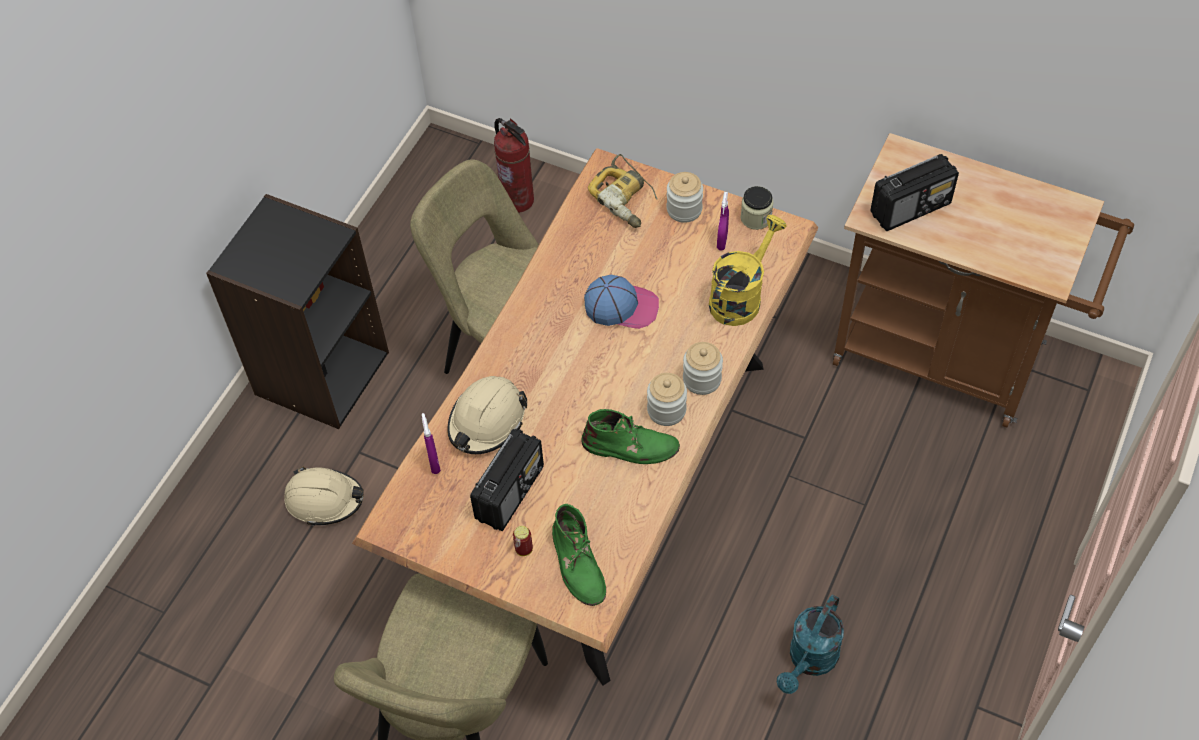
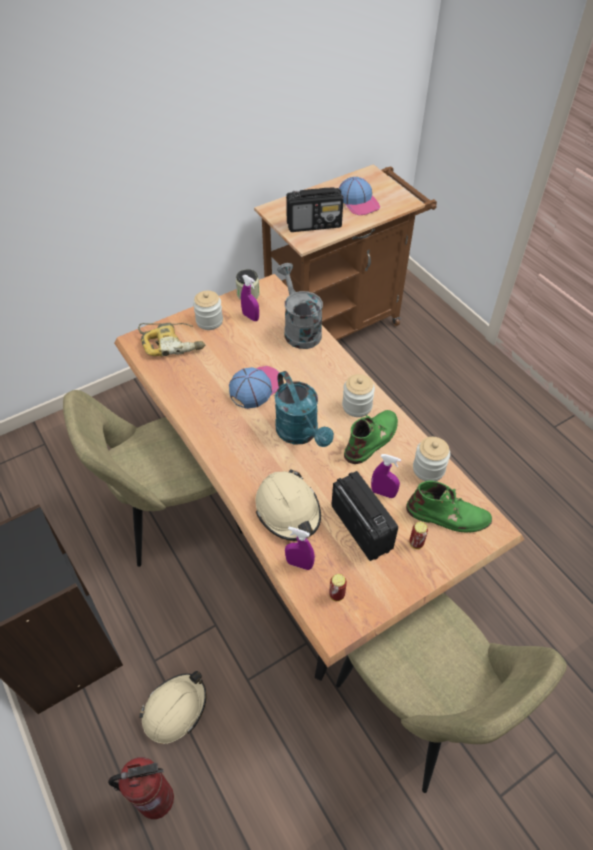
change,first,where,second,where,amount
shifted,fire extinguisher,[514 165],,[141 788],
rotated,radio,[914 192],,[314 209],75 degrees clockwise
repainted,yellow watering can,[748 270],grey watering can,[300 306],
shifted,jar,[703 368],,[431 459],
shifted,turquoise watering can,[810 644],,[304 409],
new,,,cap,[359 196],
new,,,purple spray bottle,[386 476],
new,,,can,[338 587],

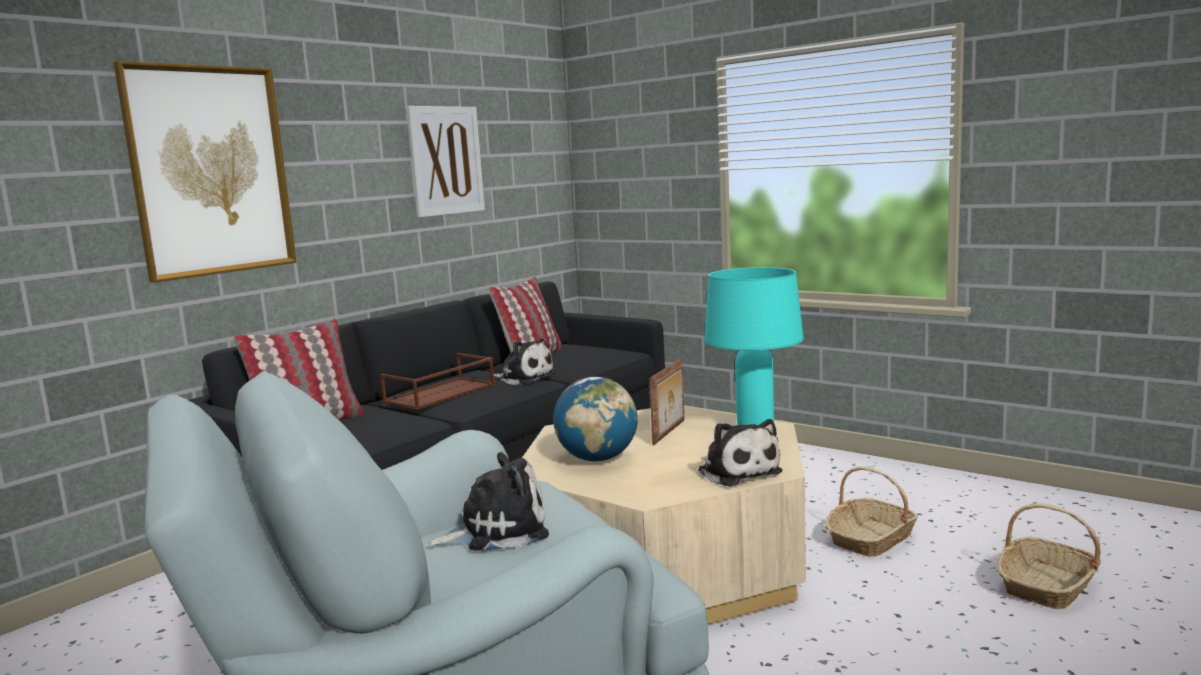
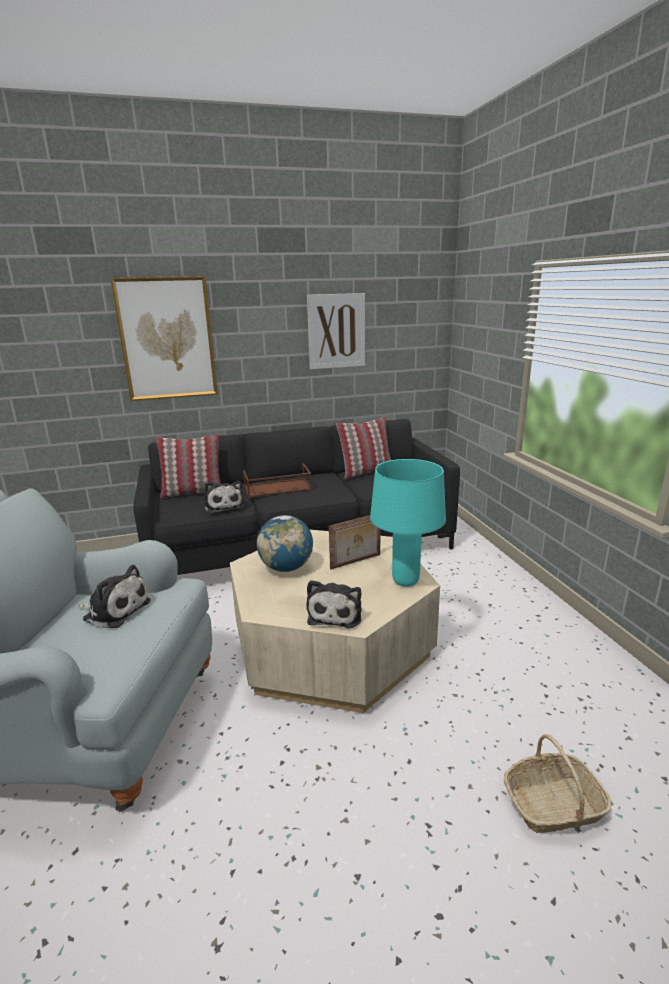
change,first,where,second,where,amount
shifted,plush toy,[525 361],,[224 497],
gone,basket,[871 511],,,

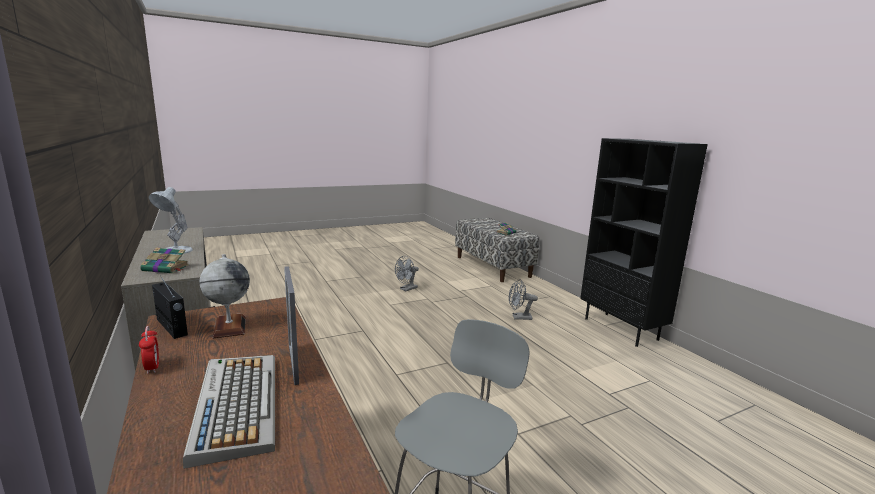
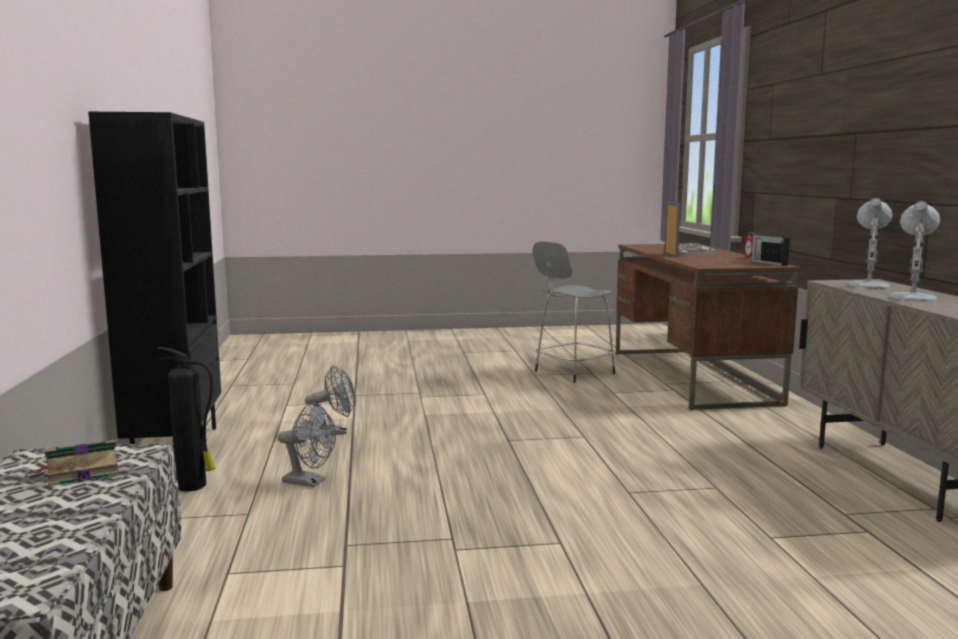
change,first,where,second,where,amount
swapped,book,[164 260],white table lamp,[870 243],
gone,globe,[225 296],,,
shifted,grey fan,[407 273],,[330 400],
new,,,fire extinguisher,[185 419],

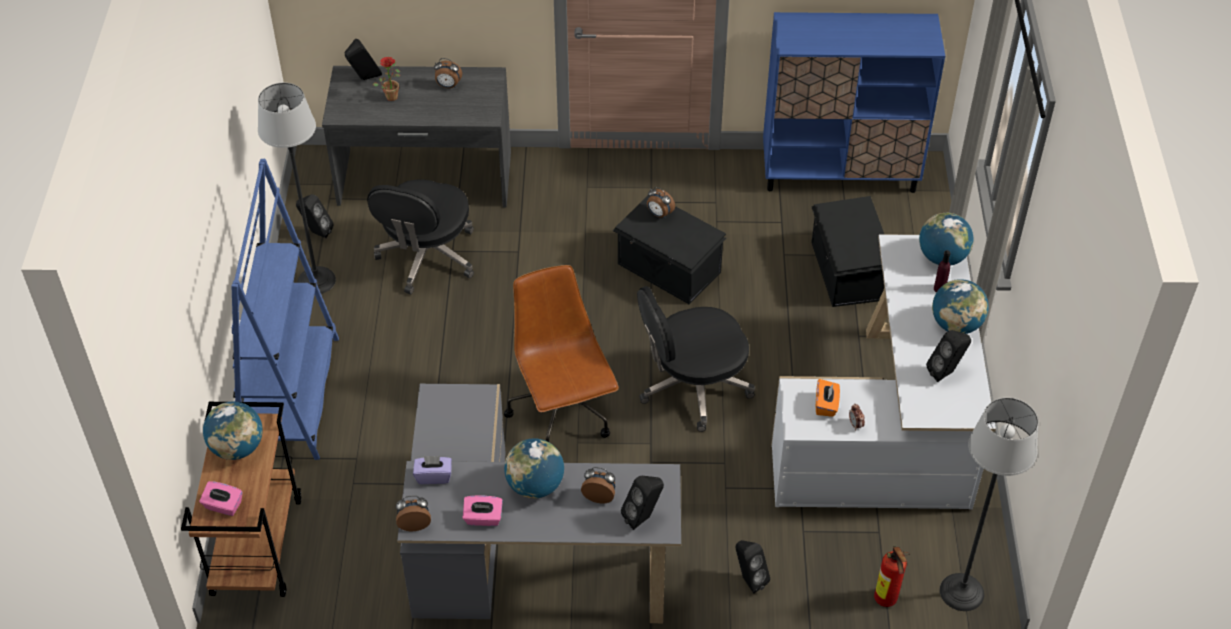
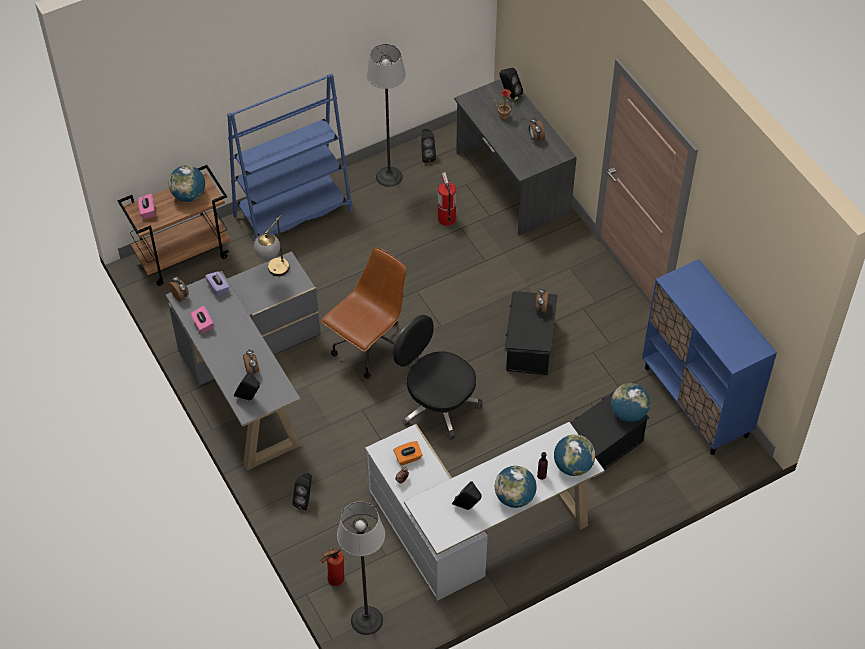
change,first,where,second,where,amount
swapped,black office chair,[420 237],fire extinguisher,[447 199],
shifted,globe,[534 468],,[630 402],
new,,,table lamp,[271 245],

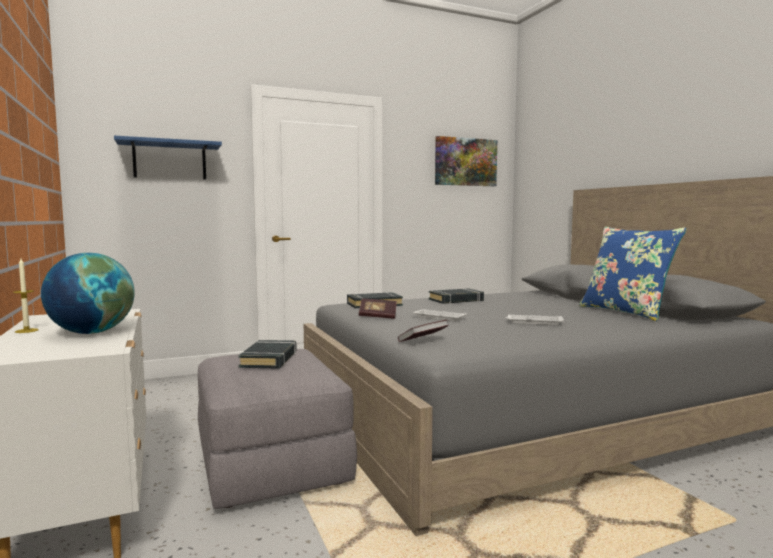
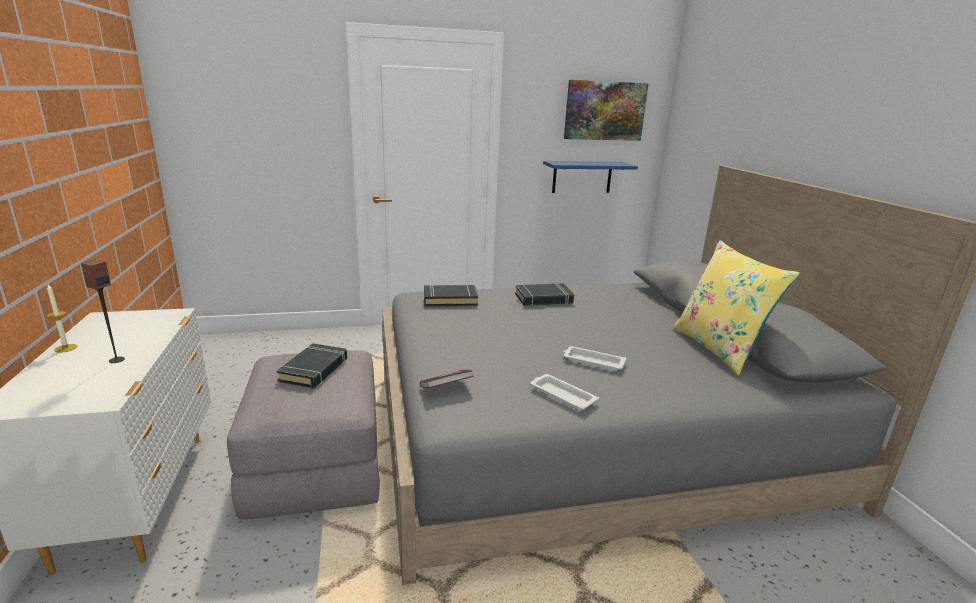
change,first,where,second,where,amount
shifted,blue shelf,[168 158],,[590 177],
repainted,blue pillow,[633 274],yellow pillow,[736 308],
swapped,globe,[88 293],speaker,[103 311],
gone,book,[378 309],,,
shifted,white tray,[440 315],,[564 392],

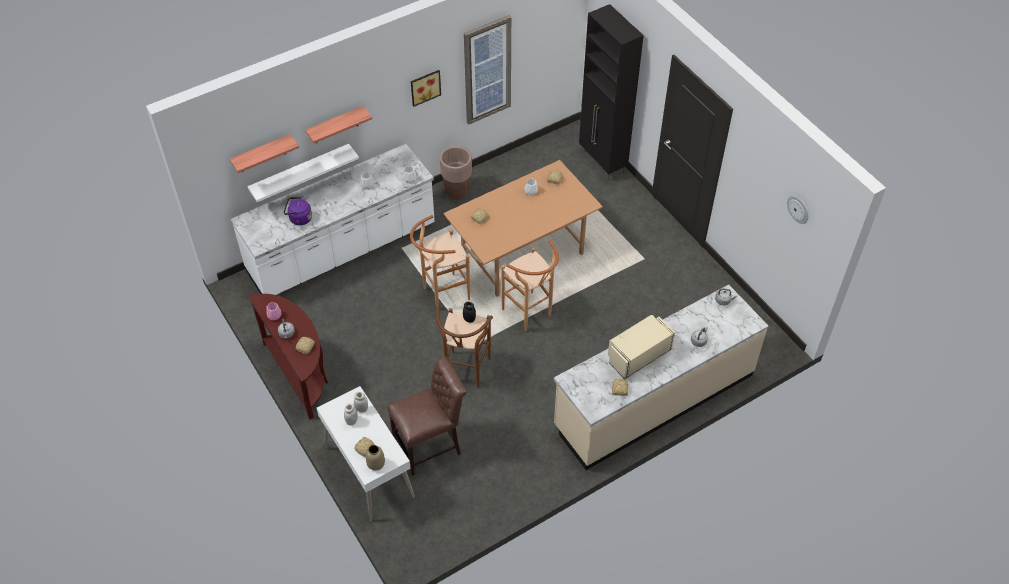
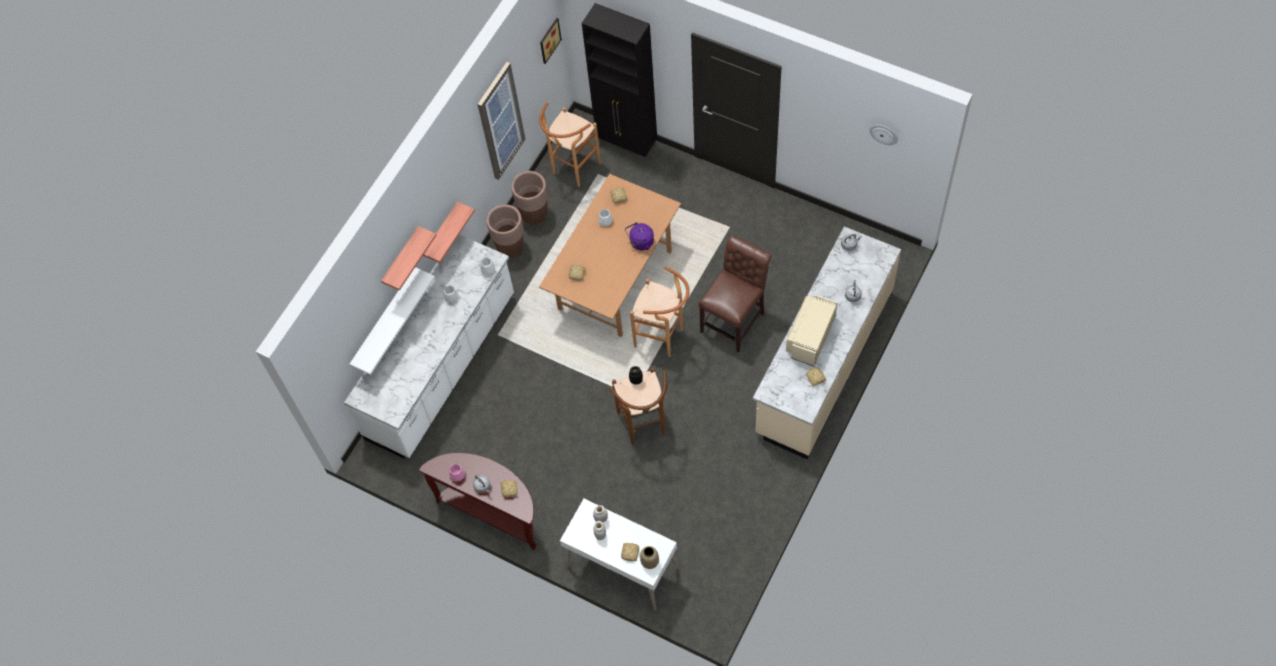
change,first,where,second,where,amount
shifted,picture,[426 88],,[551 41],
shifted,shelf,[264 153],,[449 232],
shifted,purple kettle,[298 211],,[639 236],
shifted,brown stool,[440 261],,[570 144],
shifted,brown chair,[427 416],,[735 294],
new,,,brown planter,[529 198],

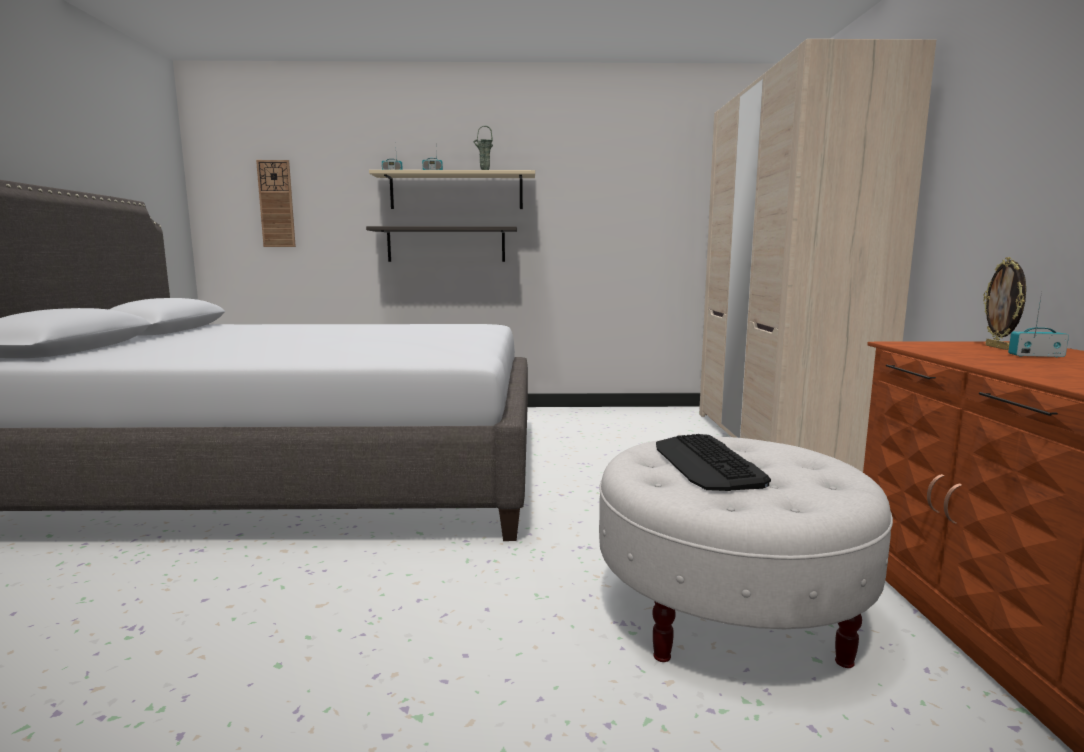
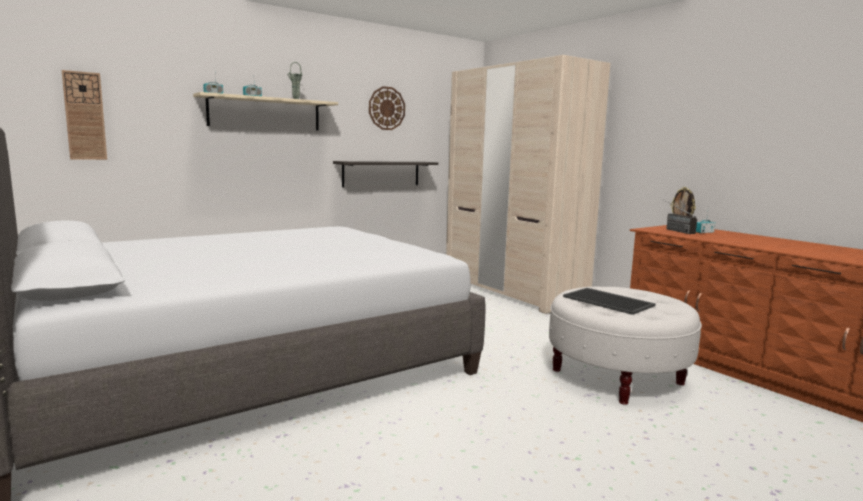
change,first,where,second,where,amount
shifted,shelf,[441 244],,[385 174],
swapped,keyboard,[713 462],tray,[609 301],
new,,,wall clock,[387 108],
new,,,radio,[680 217],

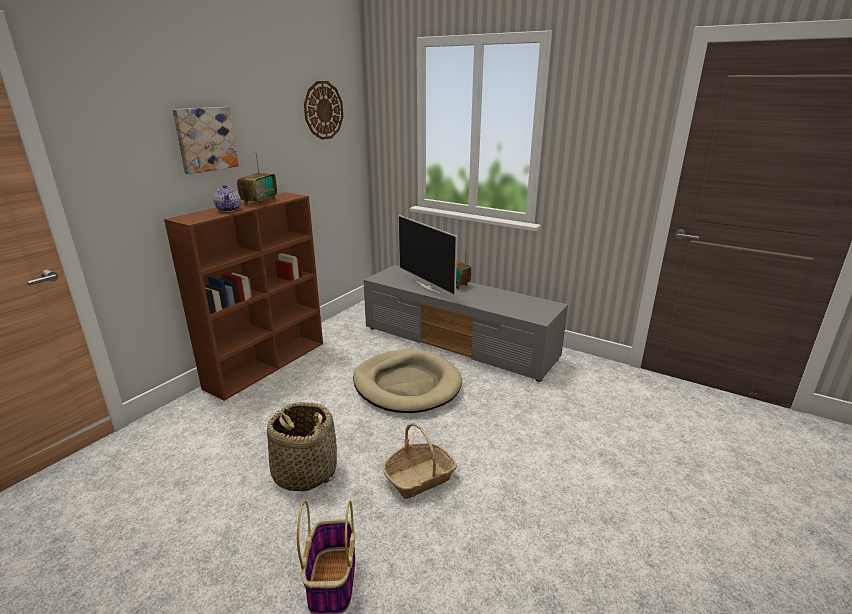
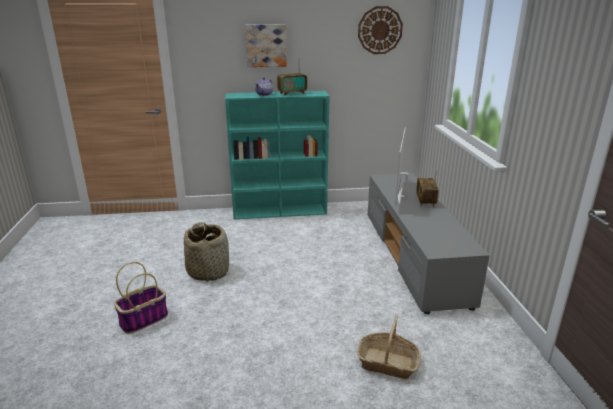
change,first,where,second,where,amount
repainted,brown bookcase,[243 296],turquoise bookcase,[277 155],
gone,beige dog bed,[407 381],,,
shifted,basket,[419 461],,[388 347],

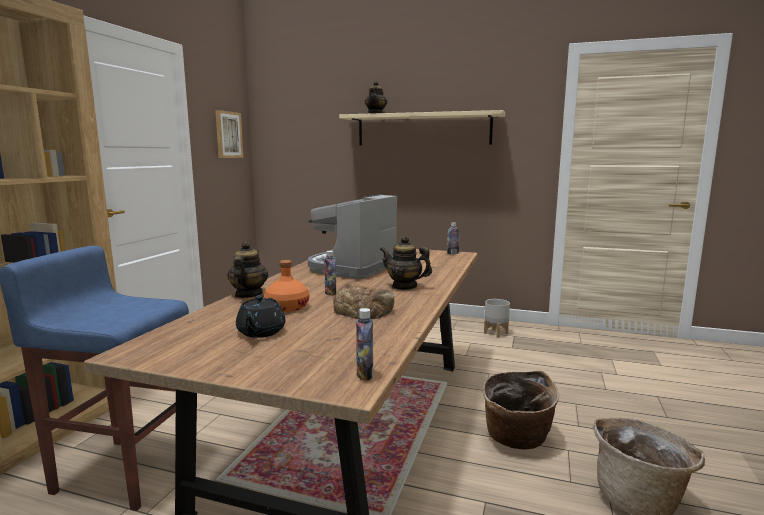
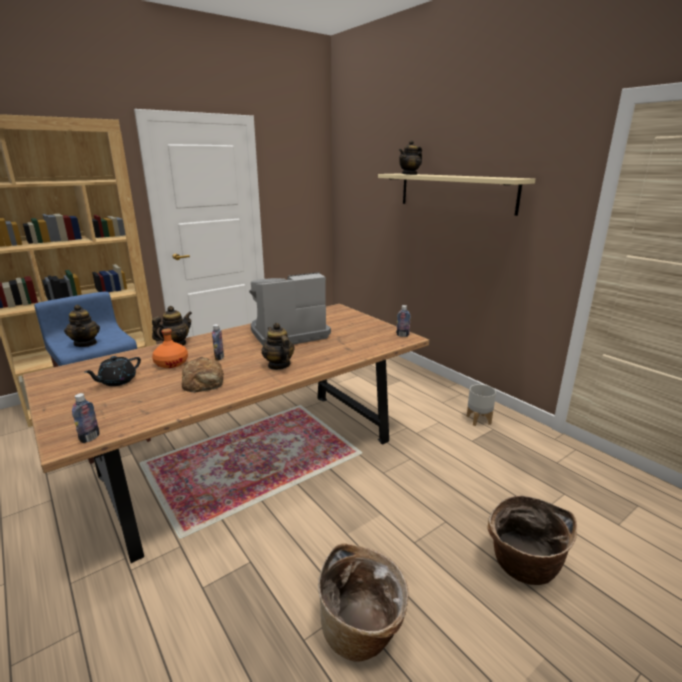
change,first,where,second,where,amount
gone,picture,[229 134],,,
shifted,basket,[521 410],,[532 540],
new,,,teapot,[82 325],

